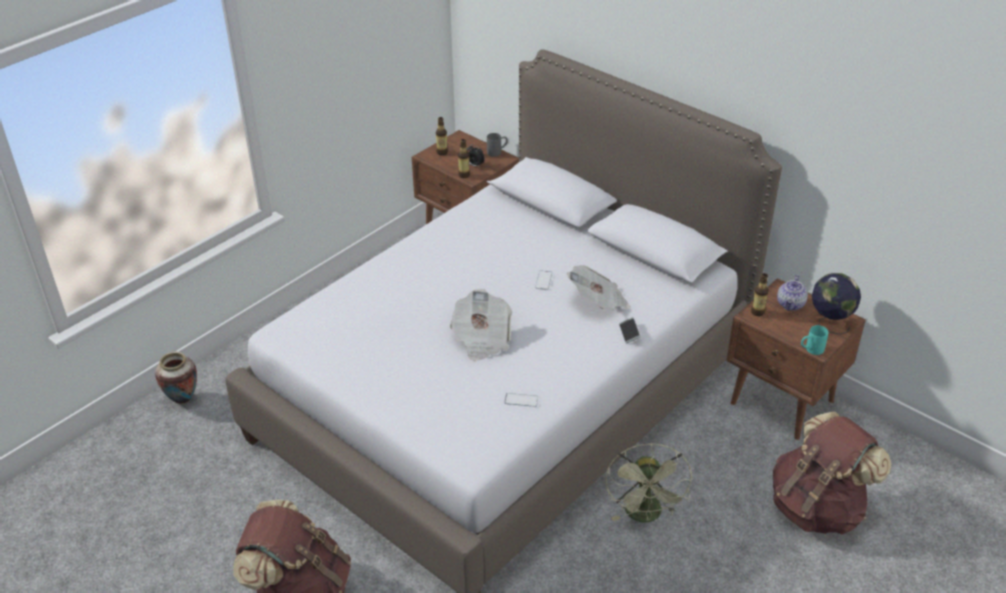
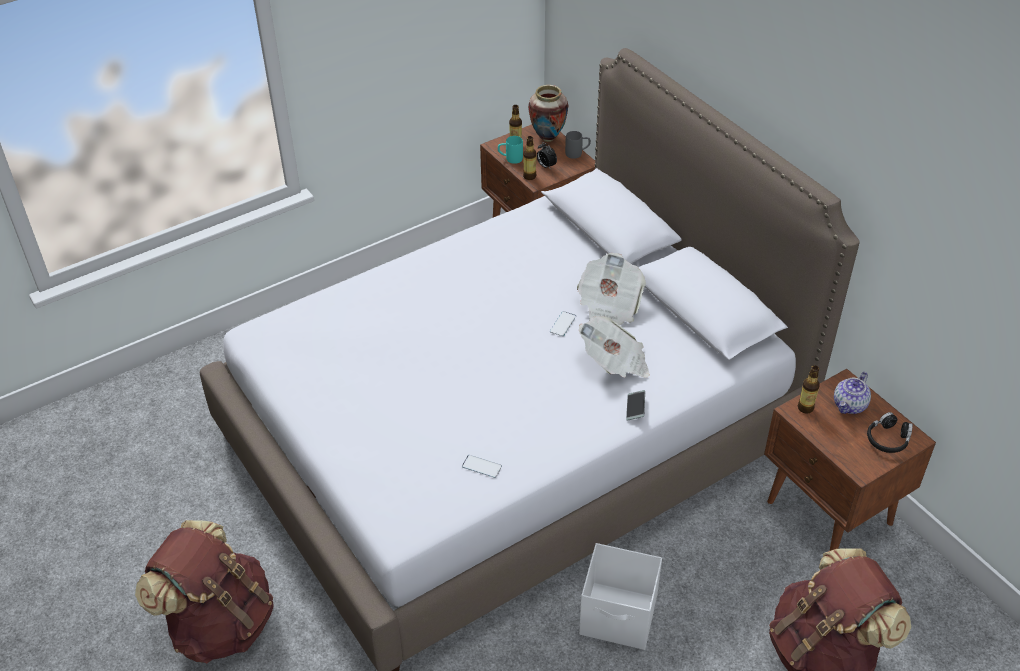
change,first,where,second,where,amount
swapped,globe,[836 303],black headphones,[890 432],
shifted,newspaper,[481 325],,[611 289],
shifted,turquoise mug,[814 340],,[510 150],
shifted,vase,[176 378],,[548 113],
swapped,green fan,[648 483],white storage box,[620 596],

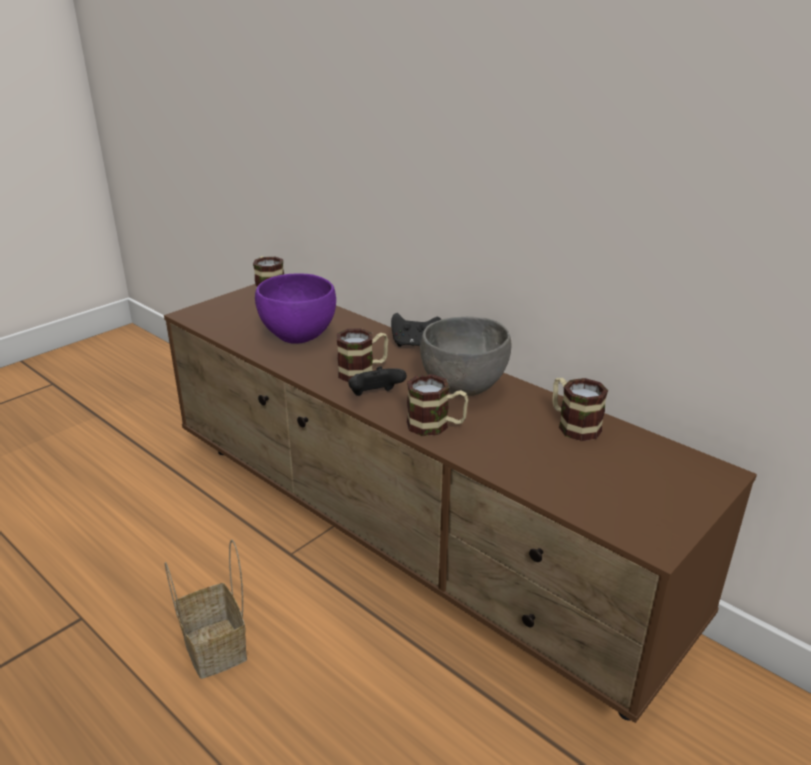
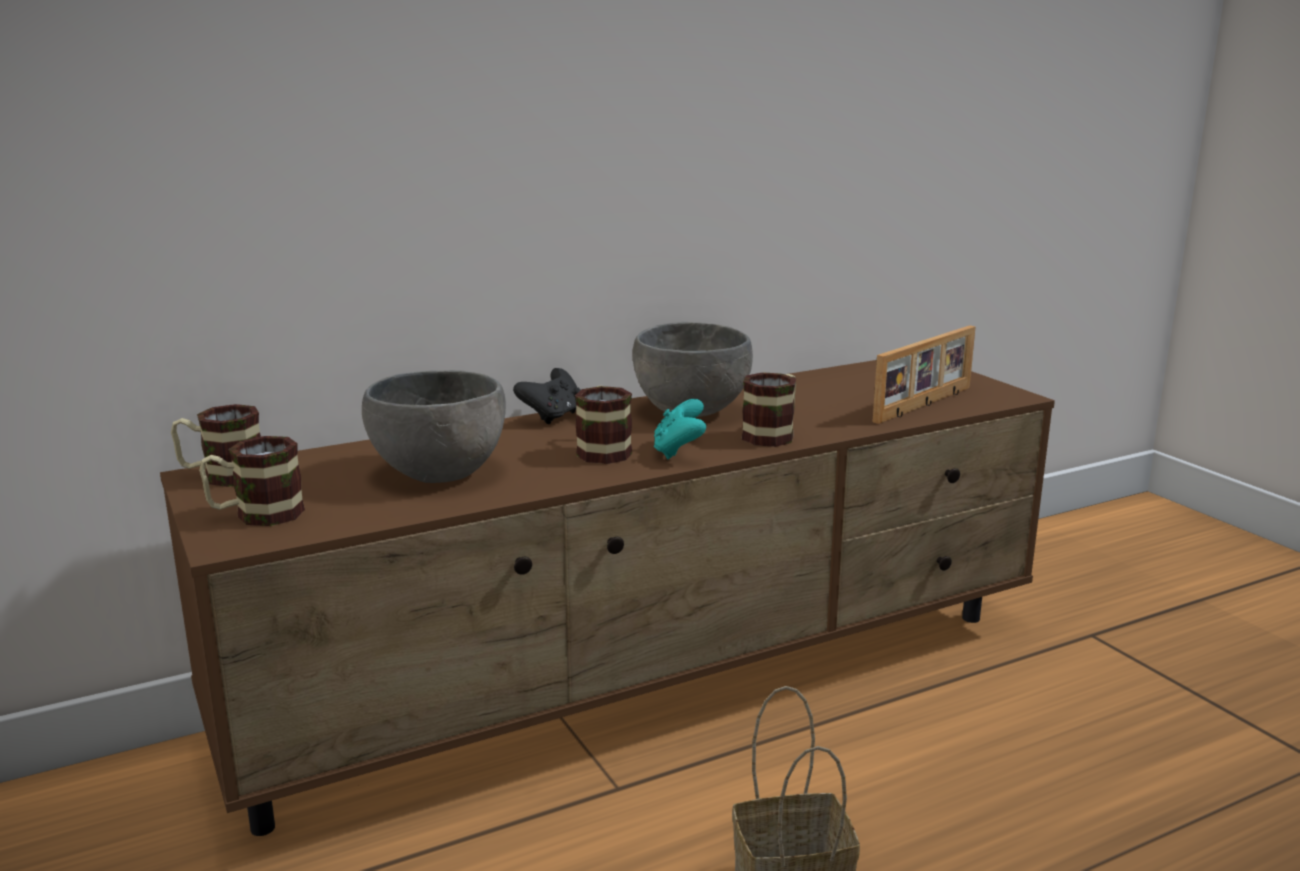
change,first,where,second,where,amount
repainted,purple bowl,[295 309],grey bowl,[434 426],
repainted,black game controller,[377 381],turquoise game controller,[680 429],
shifted,mug,[580 409],,[252 481],
new,,,picture frame,[924 374],

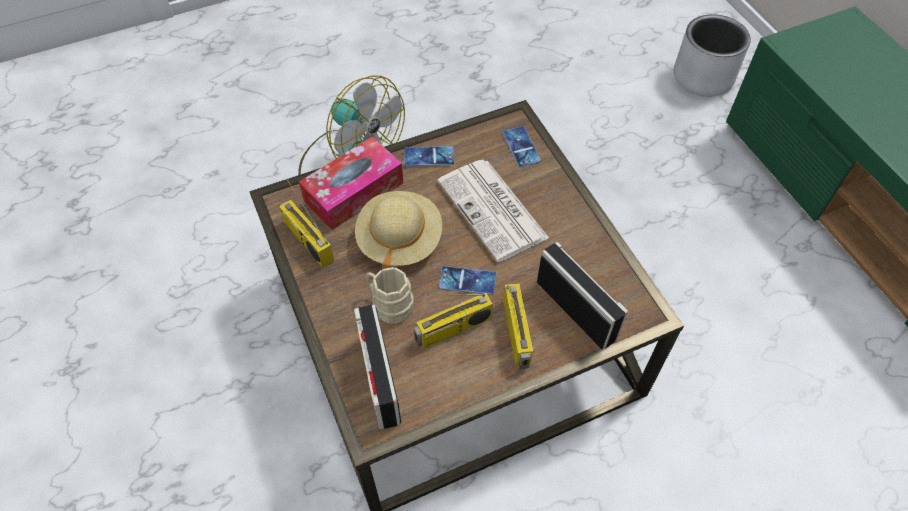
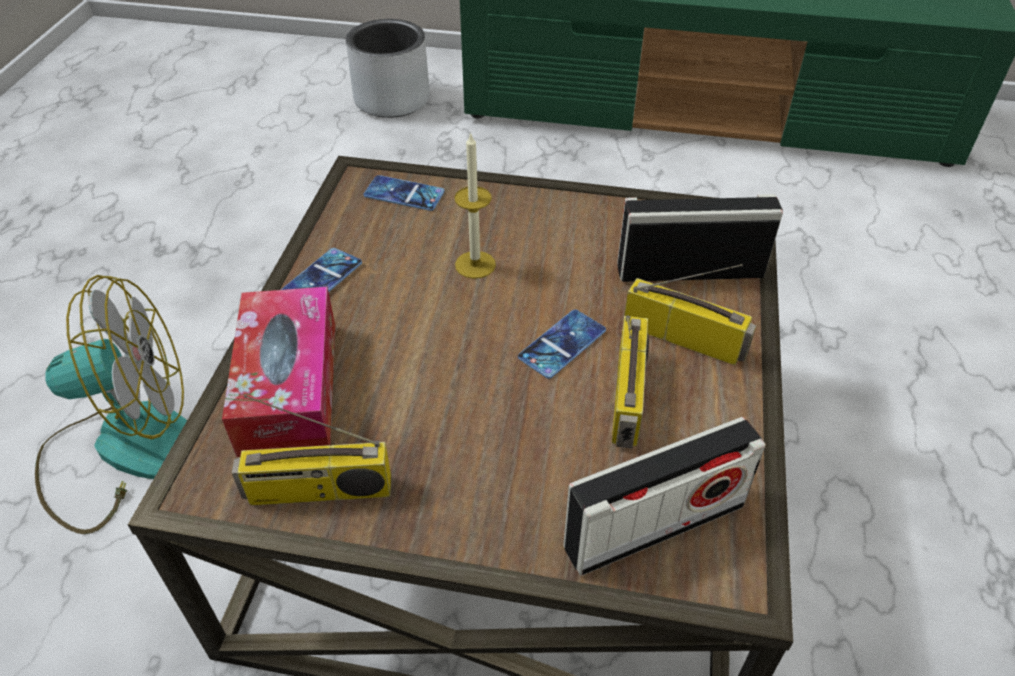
change,first,where,second,where,amount
swapped,newspaper,[493 211],candle,[475 206],
gone,beige hat,[398 230],,,
gone,beige mug,[389 295],,,
rotated,radio,[377 366],,[664 496],45 degrees counterclockwise

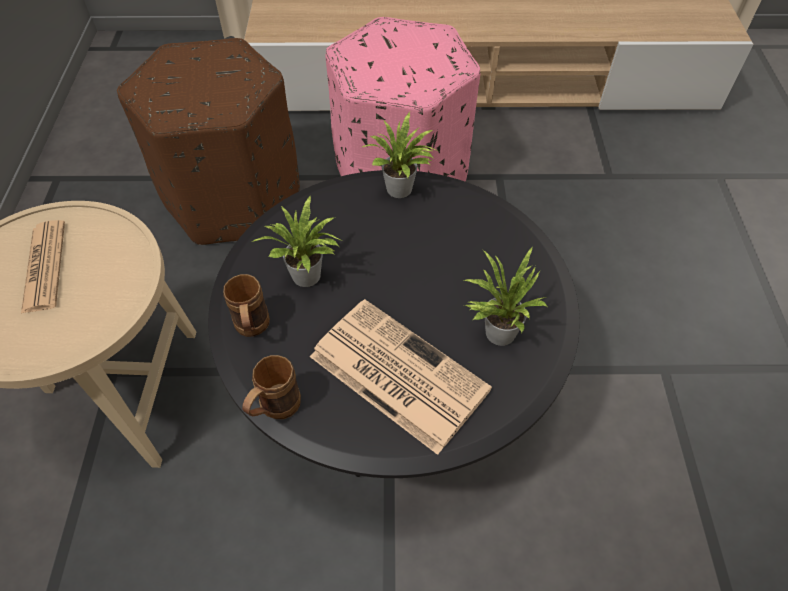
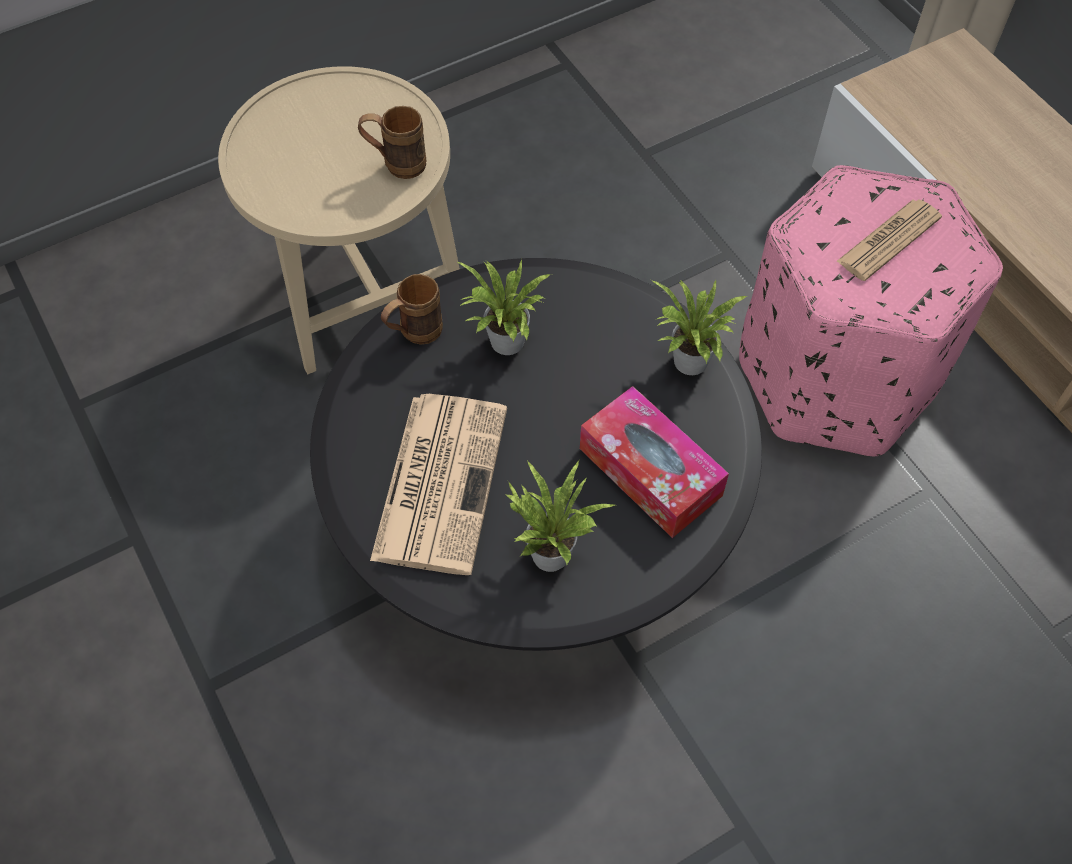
change,first,where,second,where,amount
gone,brown ottoman,[208 141],,,
shifted,newspaper,[43 266],,[889 240],
shifted,brown mug,[271 387],,[392 142],
new,,,tissue box,[654 462],

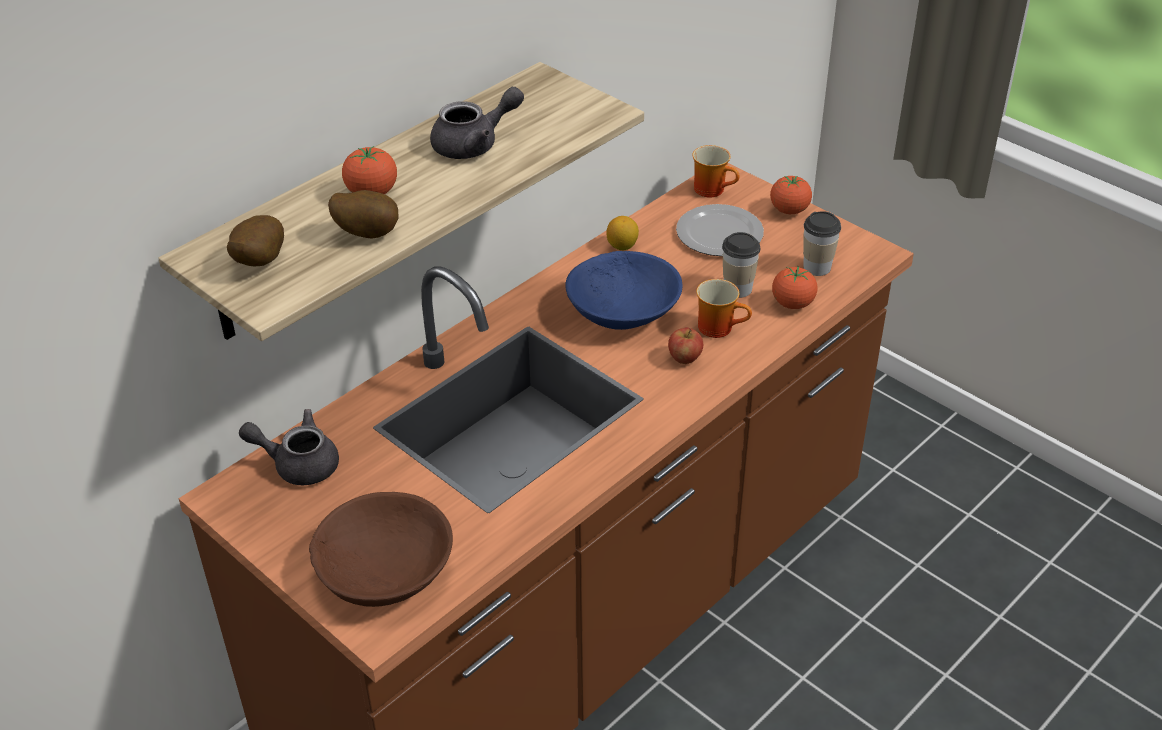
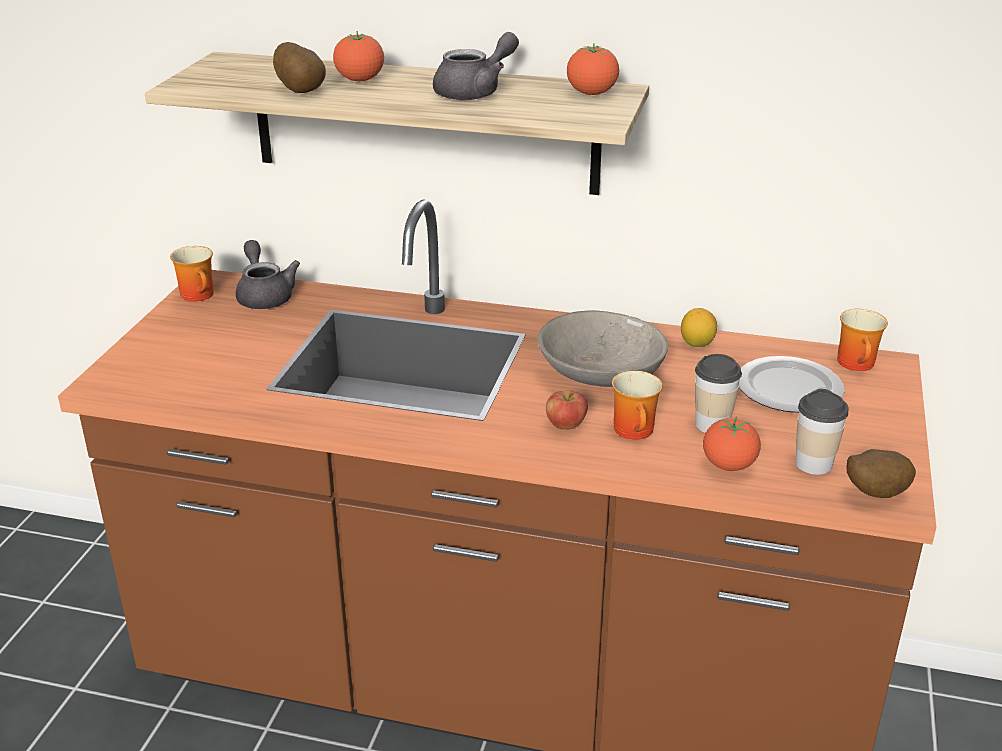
change,first,where,second,where,amount
rotated,grey teapot,[477 123],,[476 66],75 degrees counterclockwise
shifted,tomato,[791 195],,[593 69],
shifted,potato,[255 241],,[881 473],
repainted,blue bowl,[624 290],grey bowl,[602 348],
gone,brown bowl,[381 549],,,
new,,,mug,[192 274],

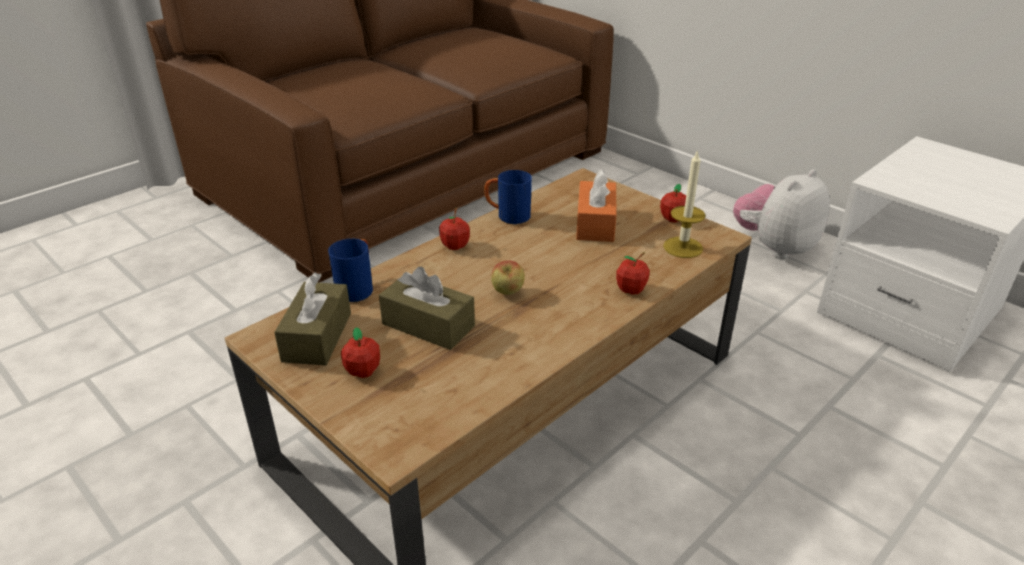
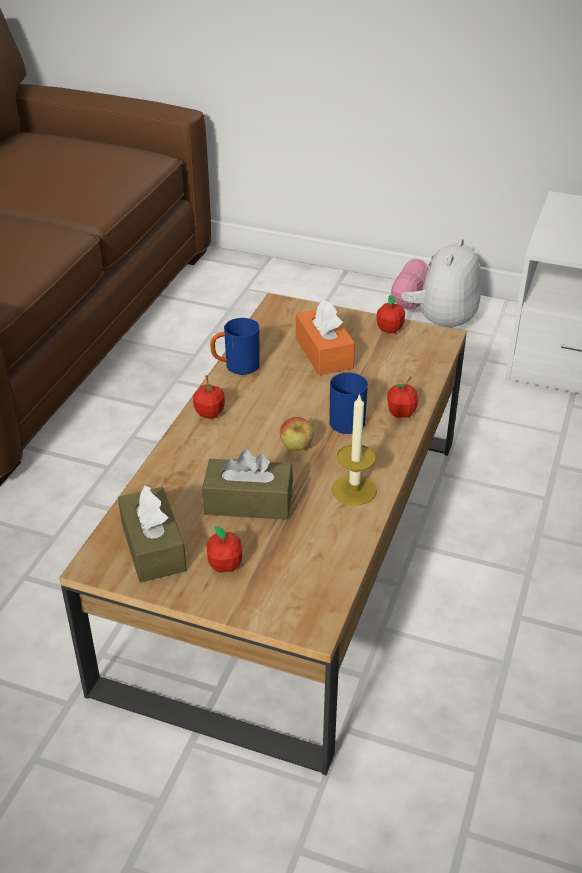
change,first,where,second,where,amount
shifted,candle,[684 204],,[354 449],
shifted,blue mug,[350 270],,[348 403],

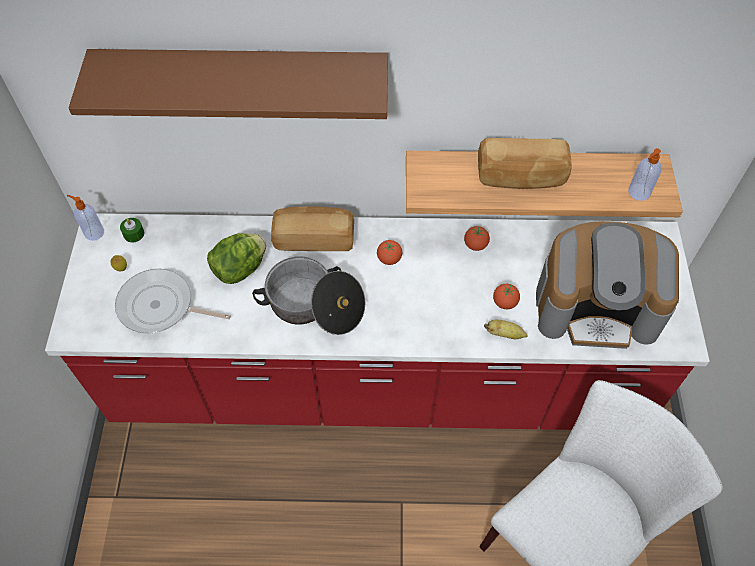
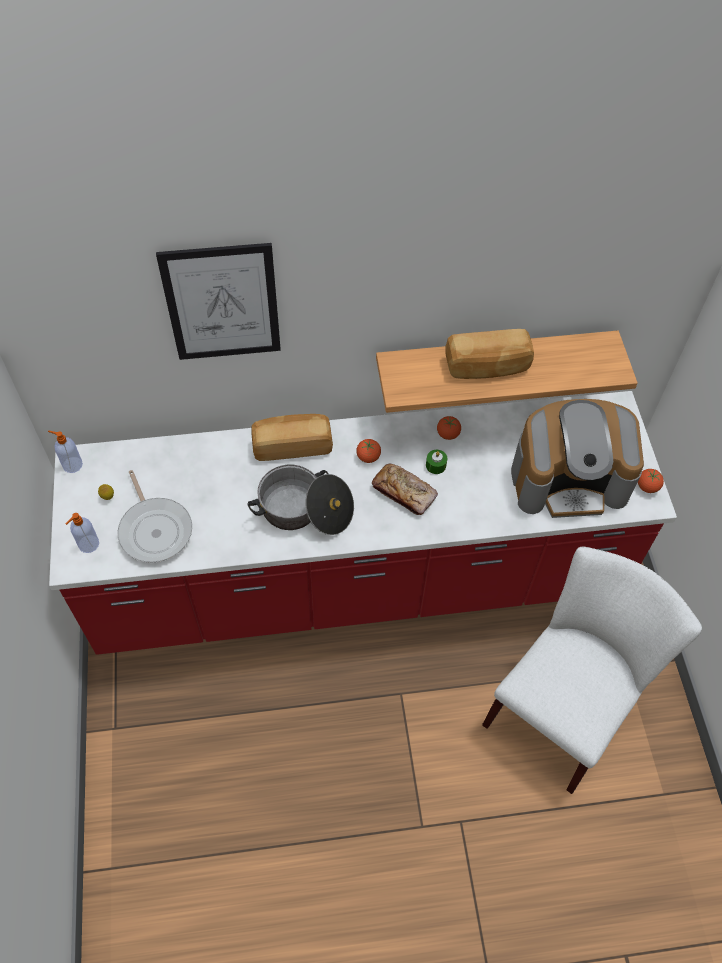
change,first,where,second,where,amount
swapped,brown shelf,[228 84],picture,[218 301],
shifted,soap dispenser,[645 174],,[82 533],
shifted,green candle,[132 230],,[436 462],
gone,lettuce,[236 258],,,
rotated,frying pan,[173 301],,[155 516],120 degrees counterclockwise
shifted,tomato,[506 296],,[651 481],
gone,banana,[505 329],,,
new,,,bread,[405 489],

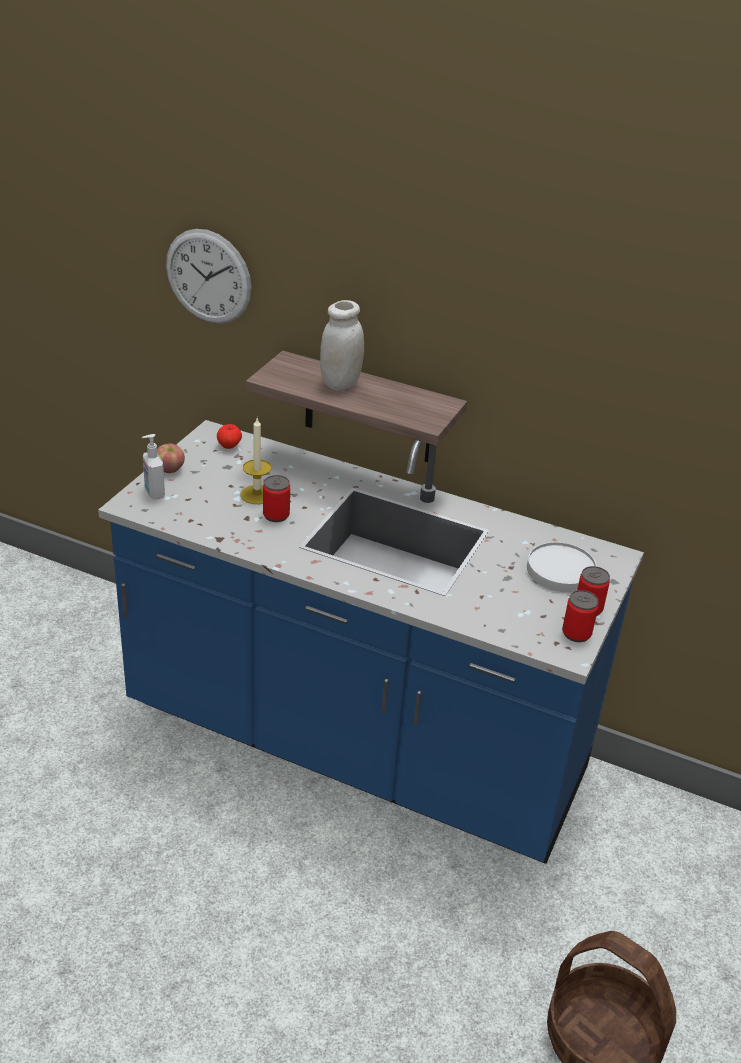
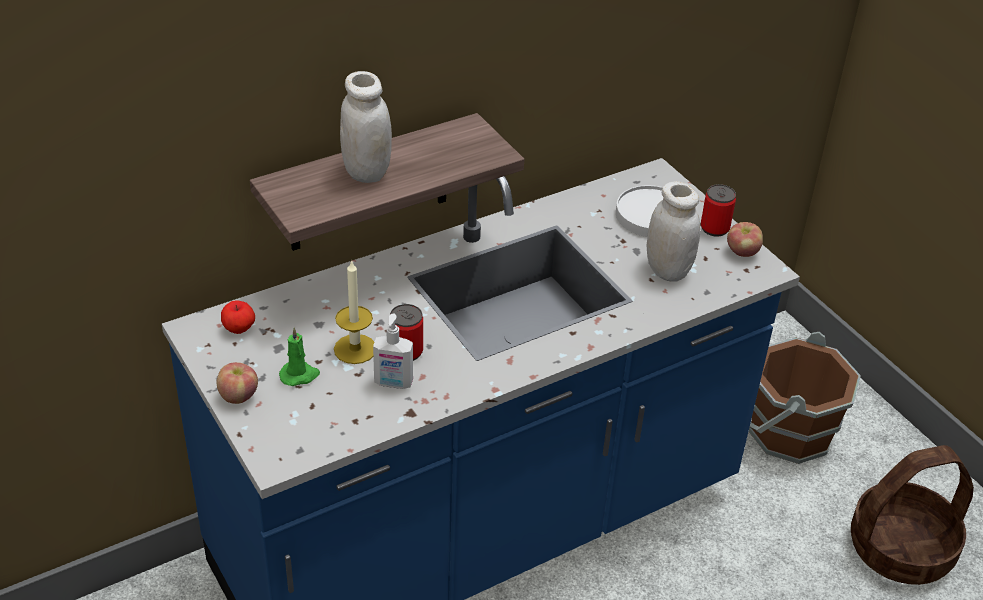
change,first,where,second,where,amount
gone,wall clock,[209 276],,,
shifted,soap dispenser,[153 467],,[393 351],
swapped,can,[580 616],apple,[745 239],
new,,,white jar,[673 231],
new,,,green candle,[299 356],
new,,,brown bucket,[805 398],

